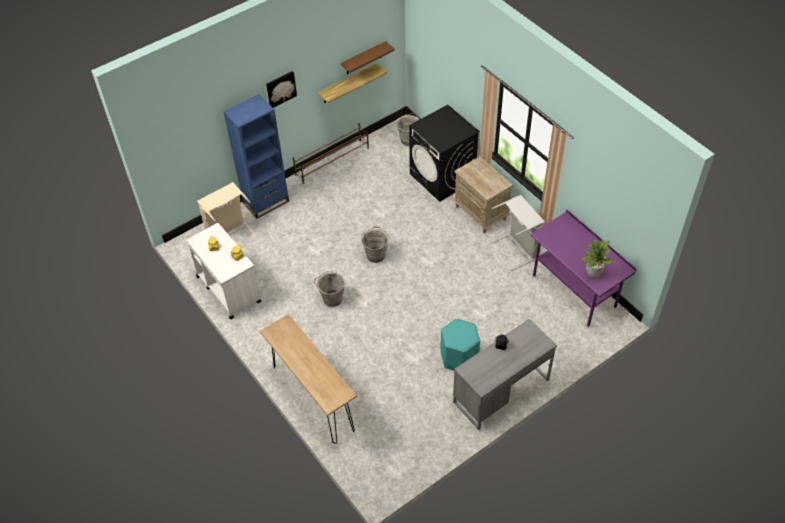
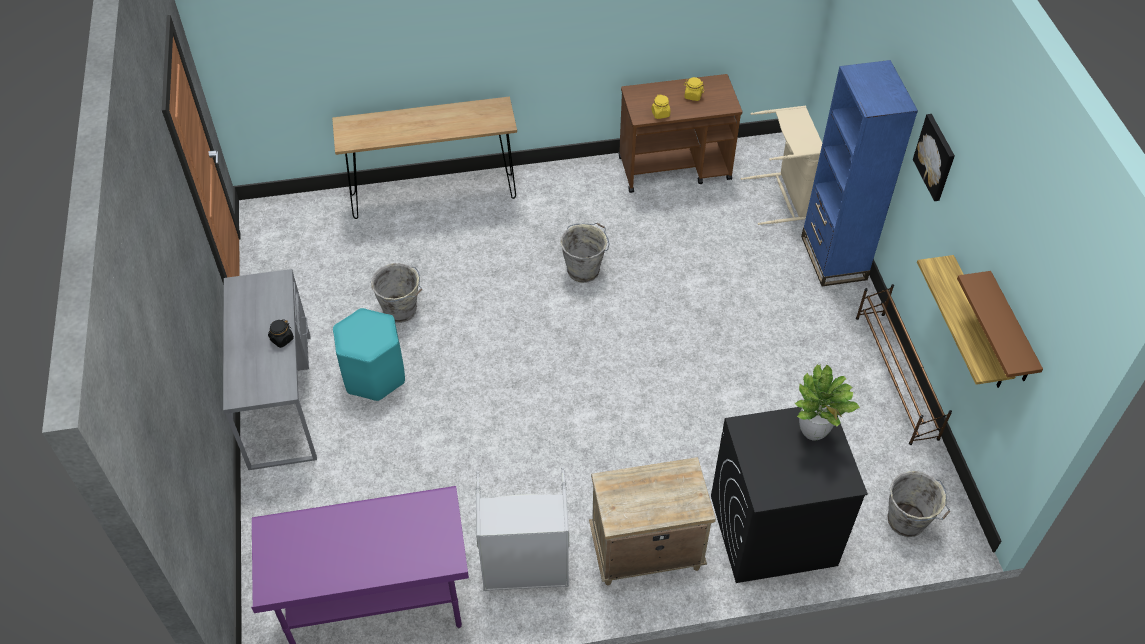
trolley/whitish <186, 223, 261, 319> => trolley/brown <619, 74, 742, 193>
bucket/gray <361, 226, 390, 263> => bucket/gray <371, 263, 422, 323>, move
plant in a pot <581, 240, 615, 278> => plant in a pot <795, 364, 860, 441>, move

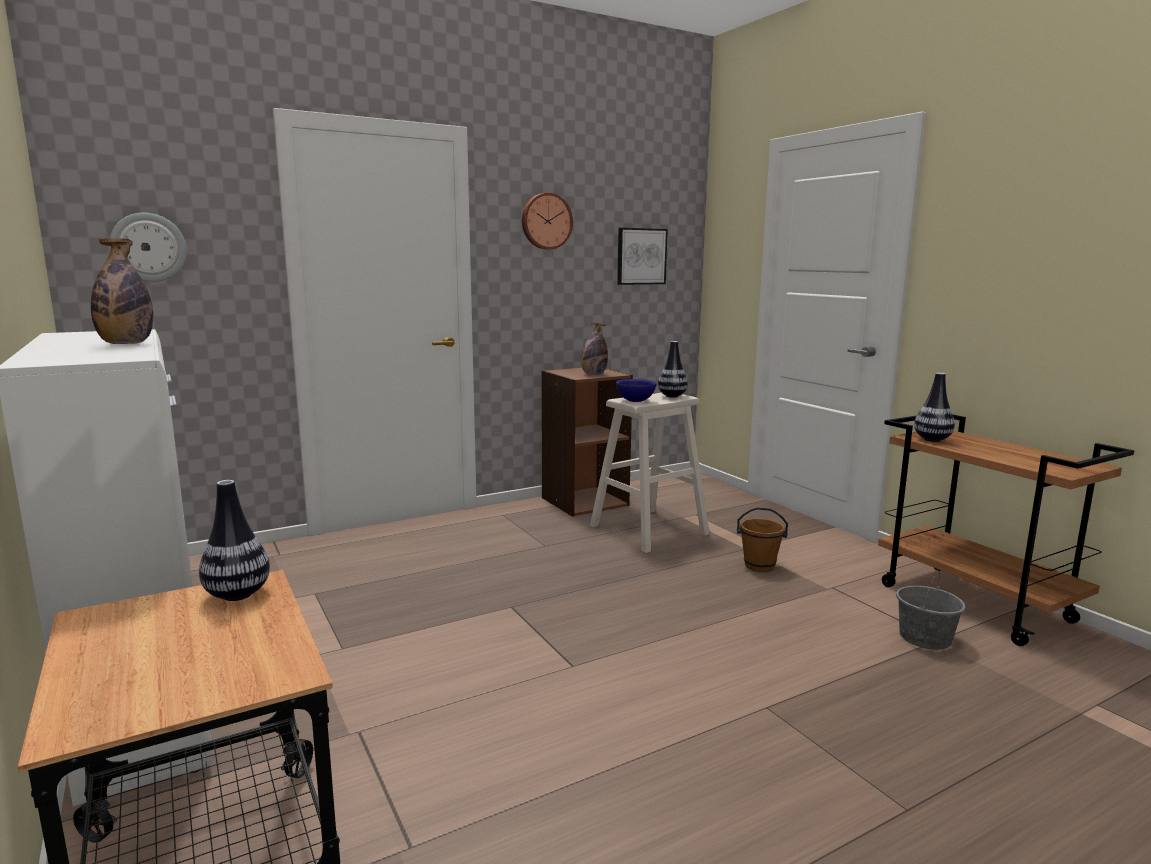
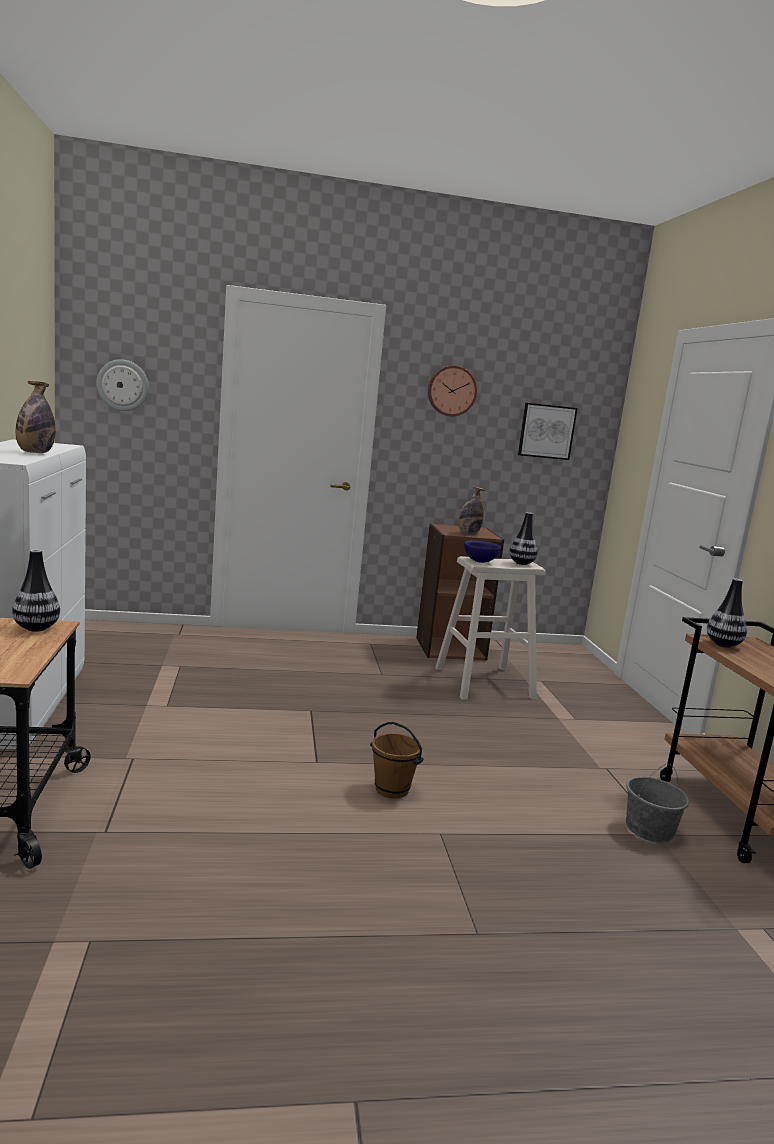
bucket/brown <737, 507, 788, 572> => bucket/brown <370, 722, 424, 799>, move

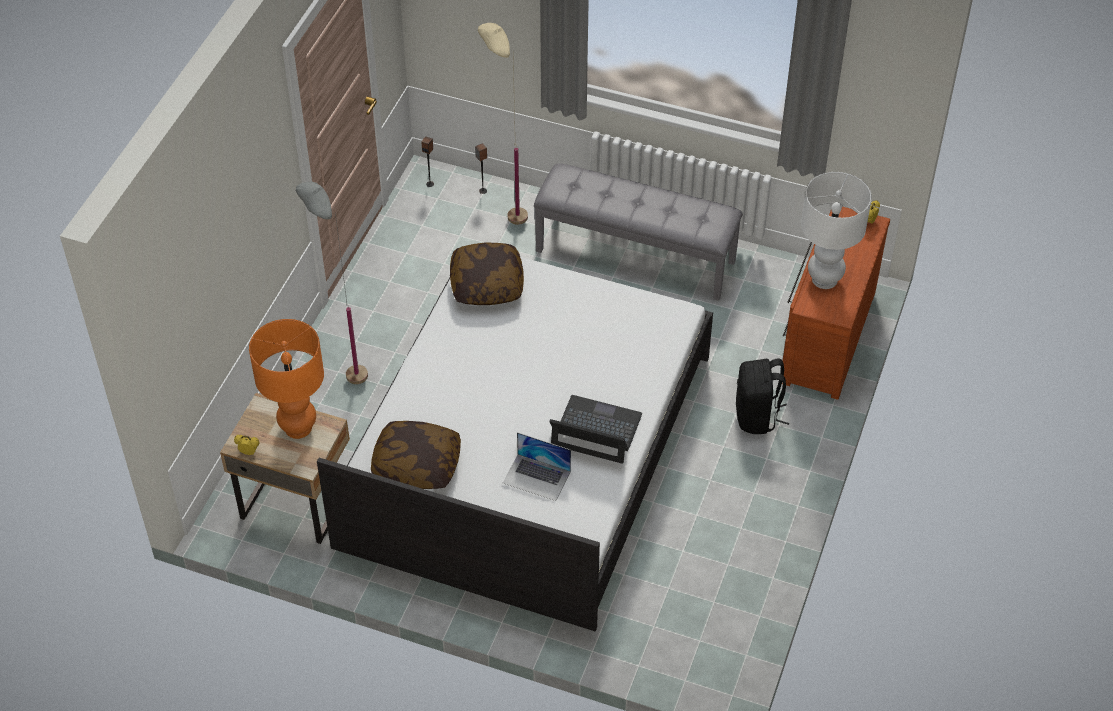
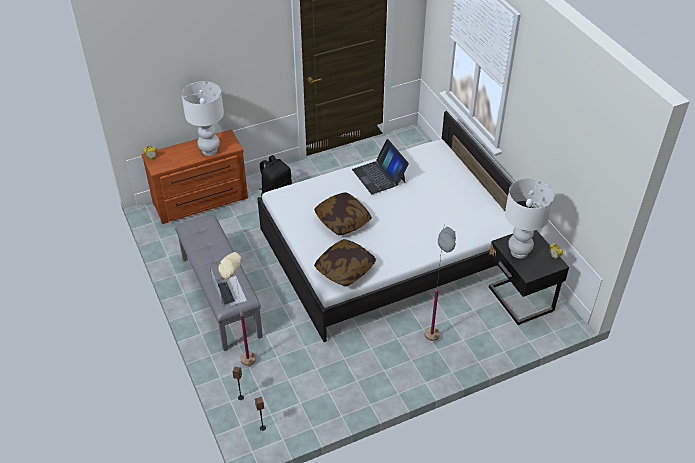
nightstand/sand-coloured <220, 393, 350, 544> => nightstand/blackish <489, 230, 569, 325>
table lamp/orange <249, 319, 324, 439> => table lamp/whitish <505, 179, 554, 259>
throw pillow <371, 421, 461, 489> => throw pillow <314, 192, 372, 235>, move
laptop <503, 432, 571, 501> => laptop <210, 268, 247, 308>, move

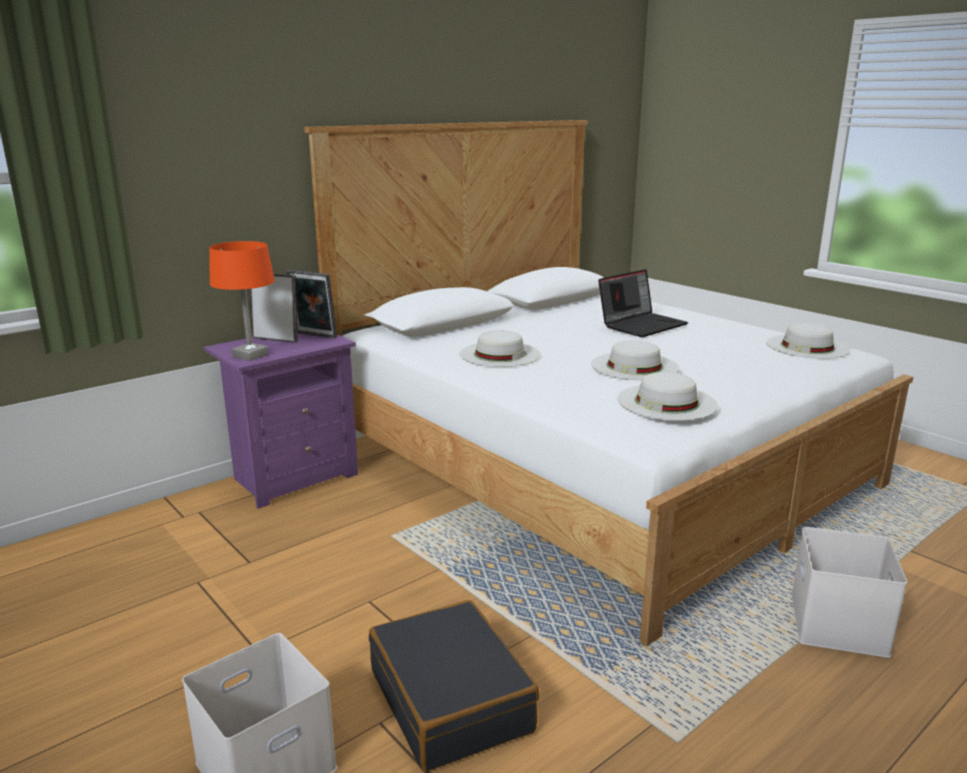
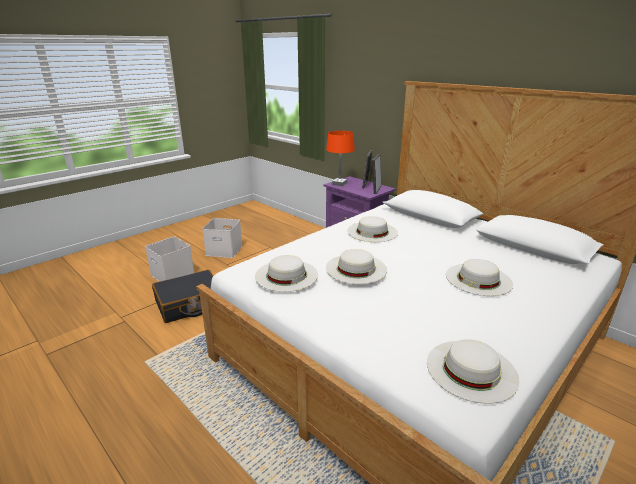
laptop <598, 269, 688, 337> => hat/whitish <446, 259, 513, 296>
storage box/whitish <792, 527, 907, 658> => storage box/whitish <202, 218, 242, 258>, move

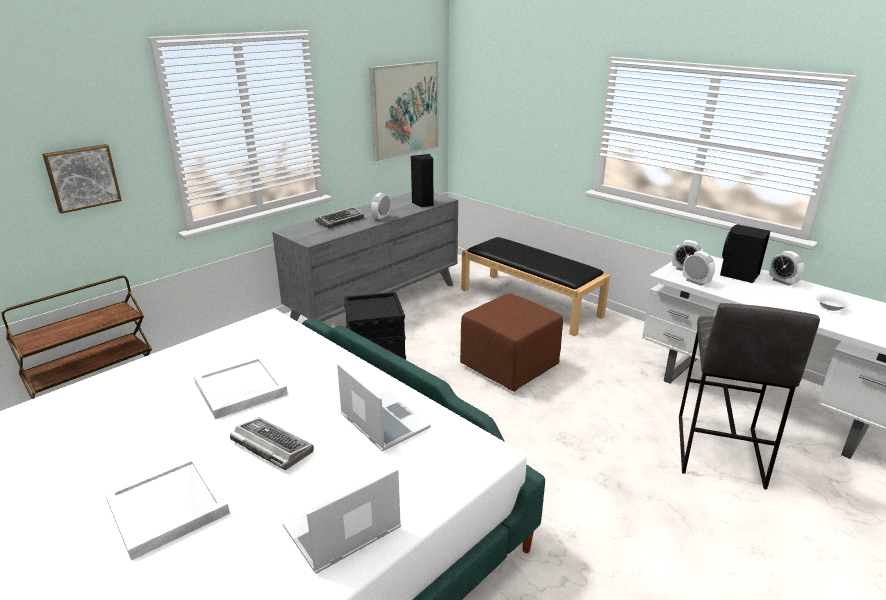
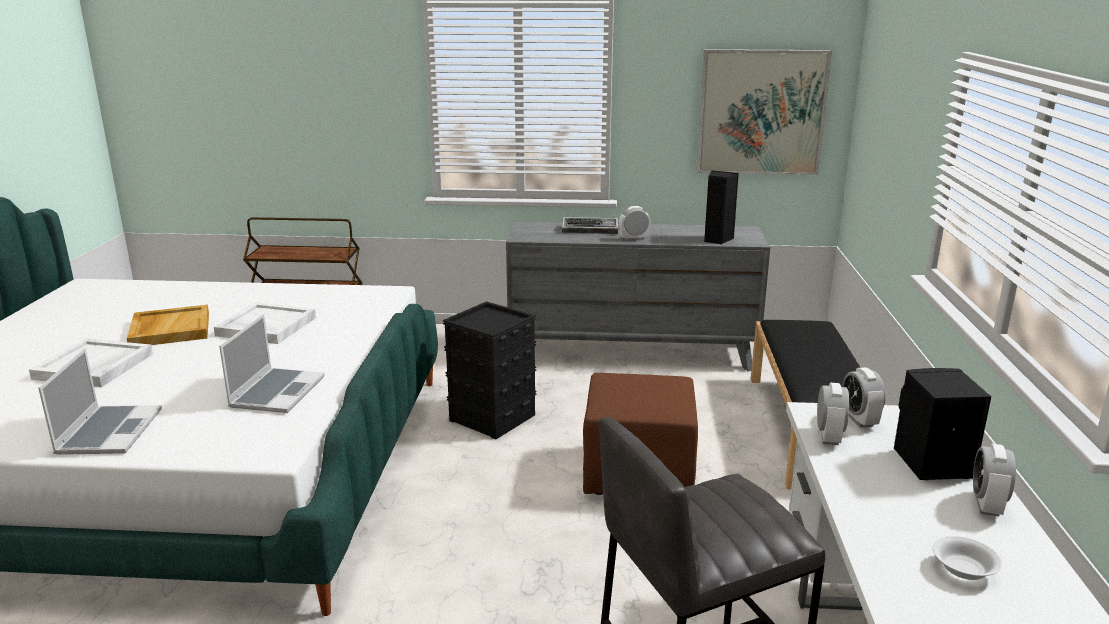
wall picture <42, 144, 122, 214> => nothing
PC keyboard <230, 417, 314, 470> => nothing
laptop <283, 468, 401, 574> => laptop <38, 348, 162, 455>, 75 degrees clockwise
nothing => carrying tray/sand-coloured <127, 305, 209, 345>

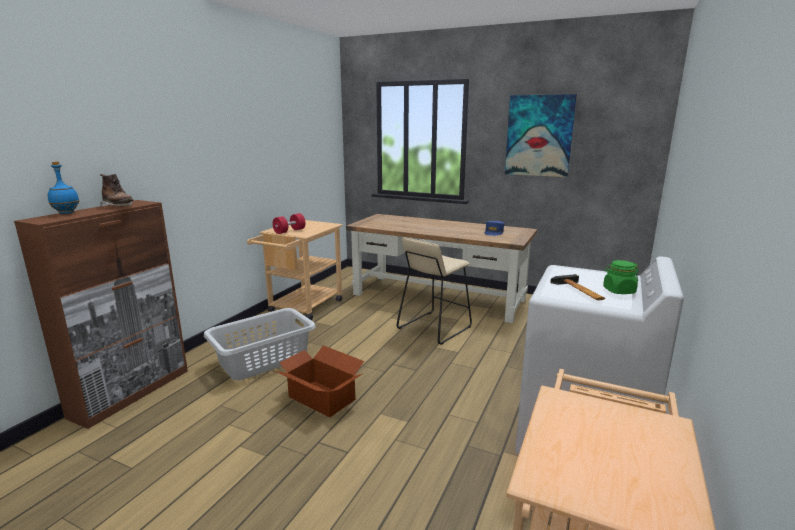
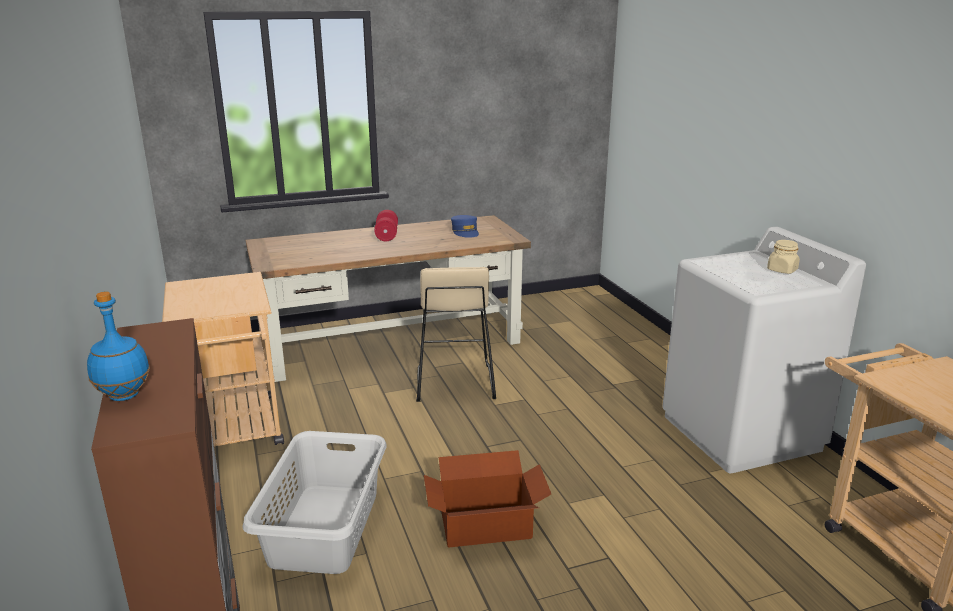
high-top boot/brown <100, 174, 134, 207> => nothing
dumbbell/red-coloured <272, 213, 306, 234> => dumbbell/red-coloured <374, 210, 398, 241>, move
wall picture <505, 94, 577, 177> => nothing
hand hammer <550, 274, 605, 300> => nothing
preserve jar/greenish <603, 260, 639, 294> => preserve jar/sand-coloured <767, 240, 800, 274>

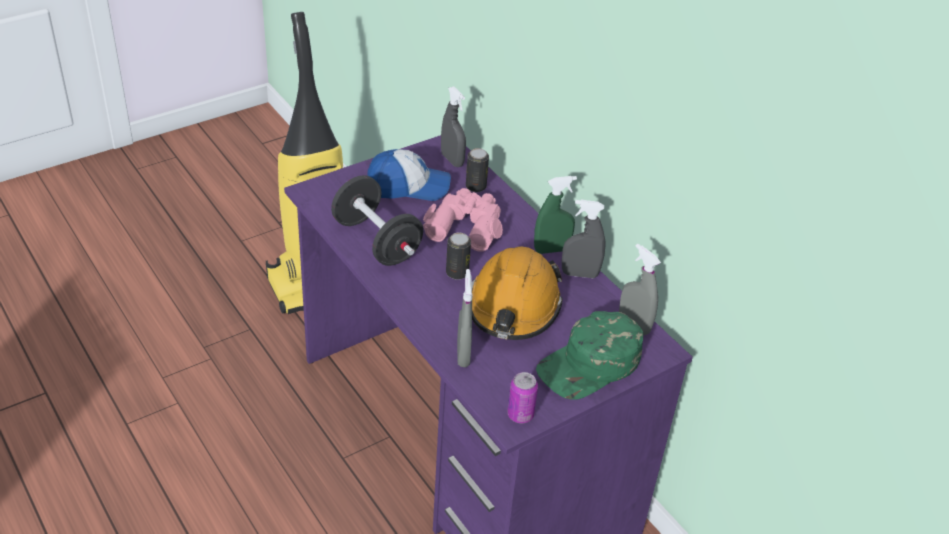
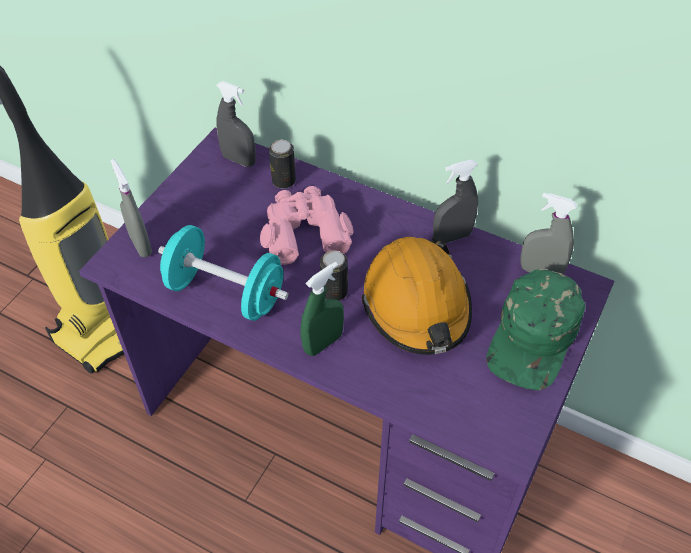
dumbbell/blackish <331, 175, 423, 266> => dumbbell/blue-green <158, 225, 289, 321>
peaked cap <367, 149, 451, 201> => nothing
sprayer/gray <457, 269, 473, 367> => sprayer/gray <111, 159, 152, 257>, move
sealed can <507, 372, 538, 423> => nothing
sprayer/greenish <534, 176, 577, 254> => sprayer/greenish <300, 262, 344, 356>, move

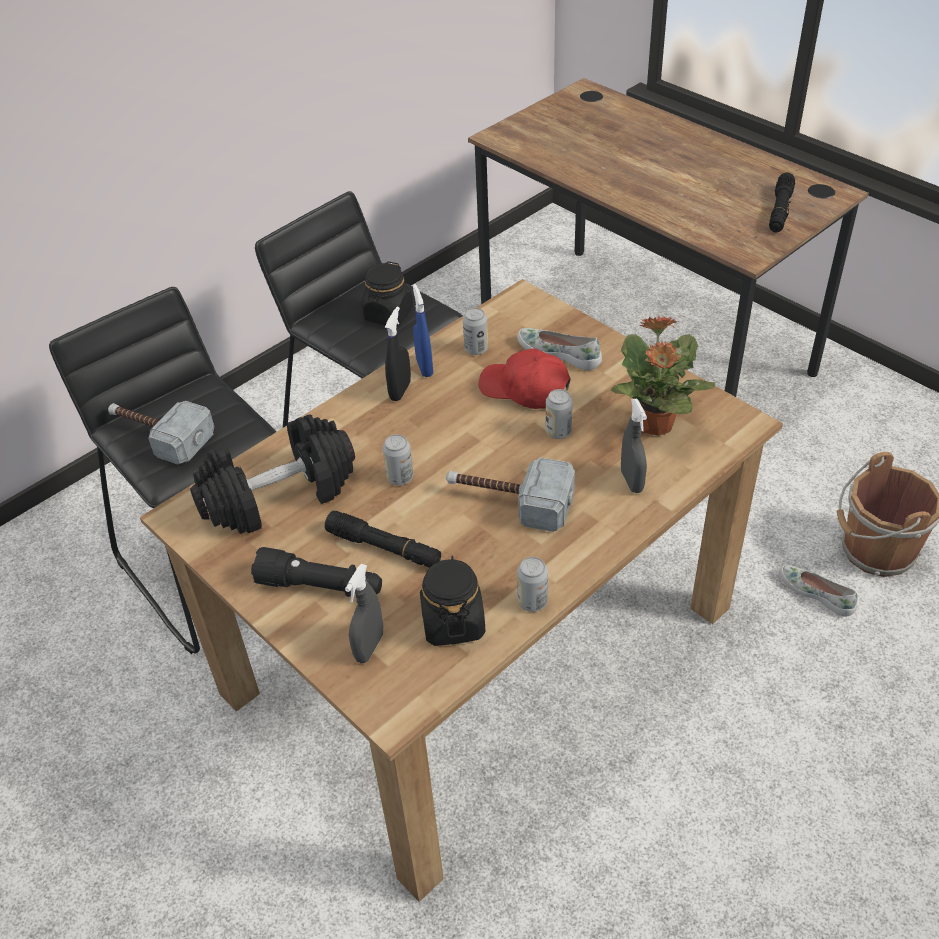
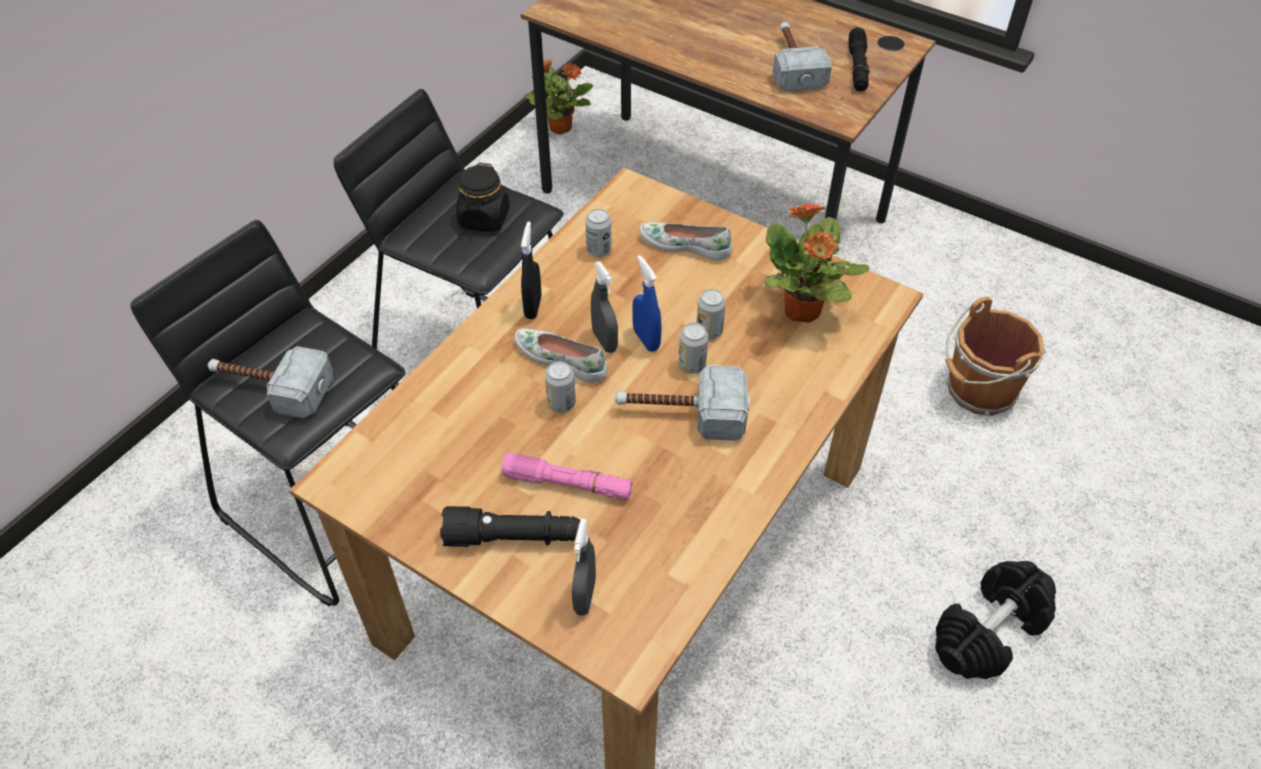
dumbbell/blackish <190, 415, 355, 534> => dumbbell/blackish <935, 561, 1056, 679>, move
hand torch/blackish <325, 511, 441, 568> => hand torch/pink <501, 452, 632, 500>
sprayer/blue-coloured <413, 284, 433, 377> => sprayer/blue-coloured <632, 255, 661, 352>, move
preserve jar/blackish <420, 556, 486, 646> => nothing
peaked cap/red-coloured <479, 348, 571, 409> => nothing
sealed can <517, 557, 548, 612> => sealed can <679, 323, 708, 374>, move
sprayer/gray <621, 398, 647, 493> => sprayer/gray <591, 261, 618, 353>, move
item of footwear/whitish <779, 564, 858, 617> => item of footwear/whitish <514, 328, 608, 383>, move
nothing => plant in a pot <524, 59, 593, 134>
nothing => hand hammer <773, 22, 832, 91>

